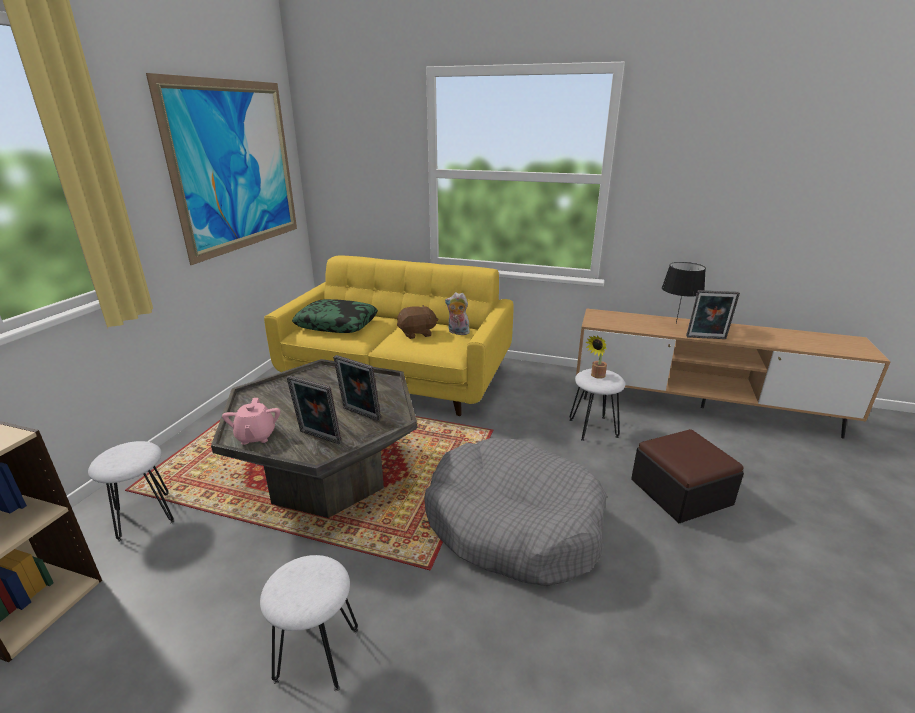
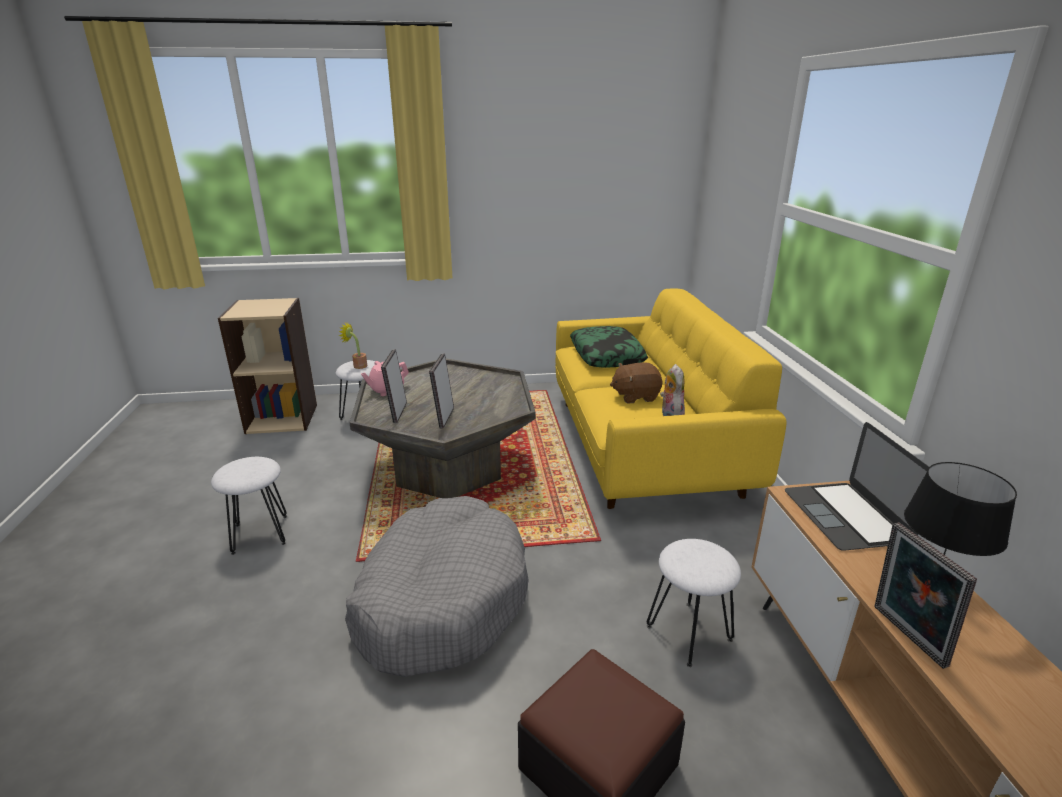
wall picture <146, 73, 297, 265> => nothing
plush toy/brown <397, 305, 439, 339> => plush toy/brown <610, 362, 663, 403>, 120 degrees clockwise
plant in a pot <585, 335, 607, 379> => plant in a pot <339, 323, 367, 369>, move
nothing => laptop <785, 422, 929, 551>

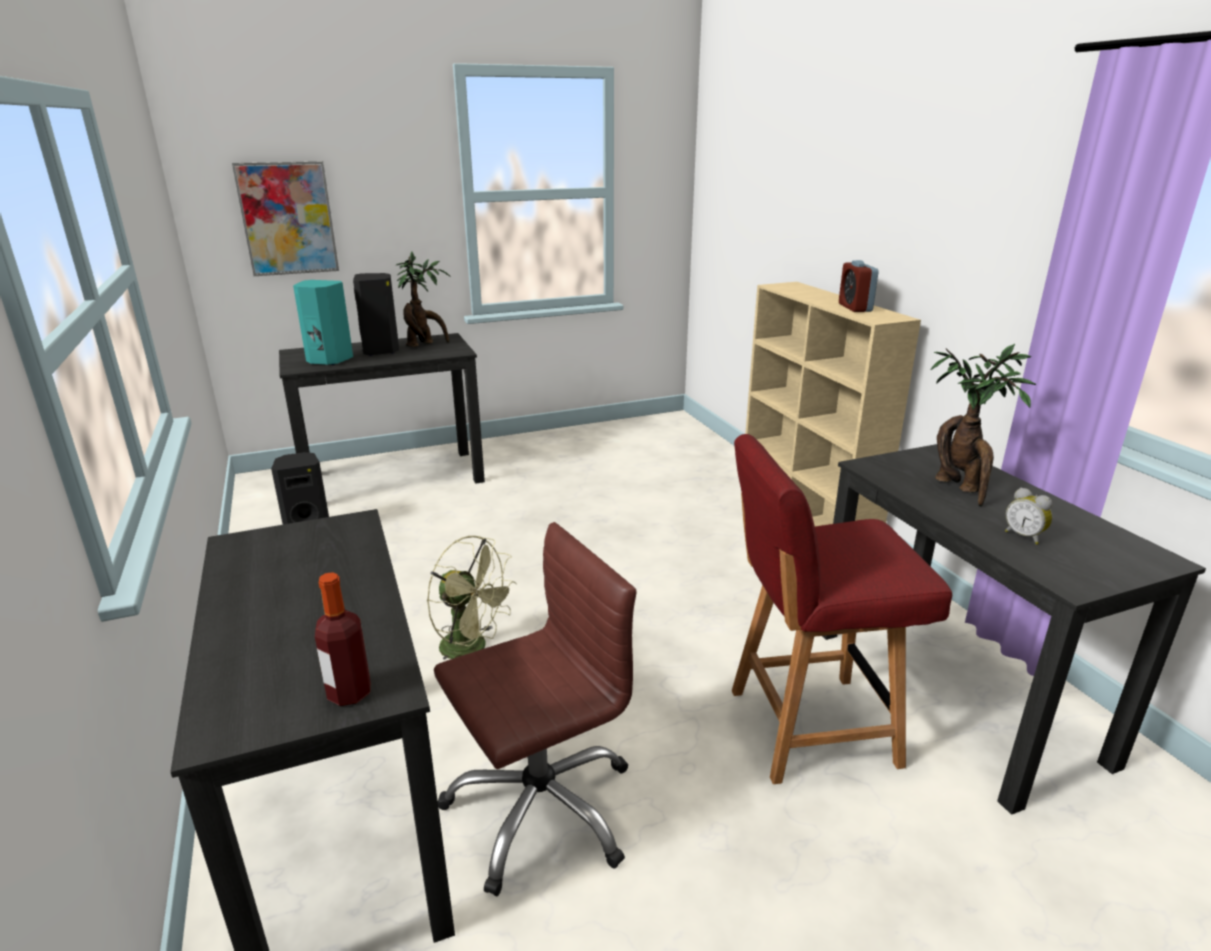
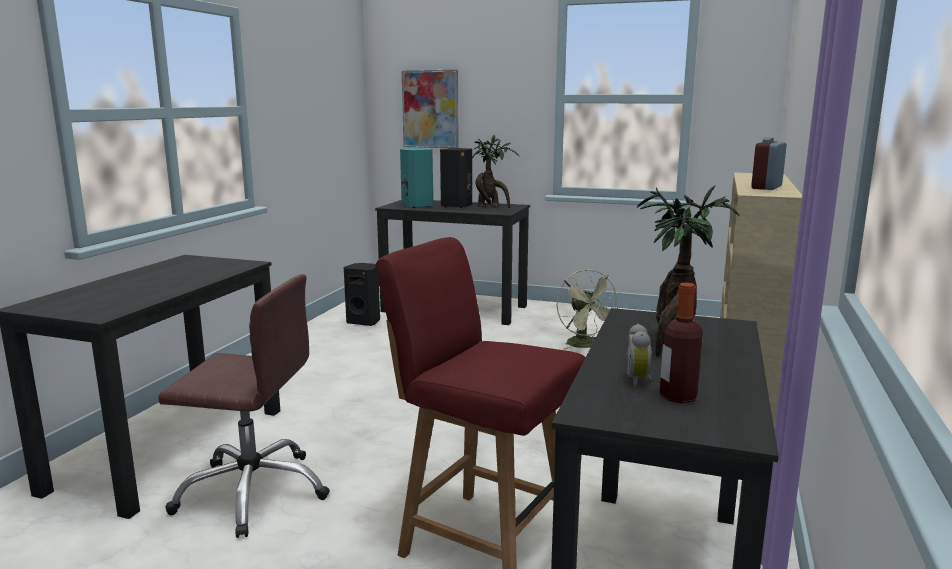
beverage bottle <315, 572, 370, 706> => beverage bottle <659, 282, 703, 403>, move
fan/greenish <427, 536, 517, 659> => fan/greenish <557, 269, 621, 350>, move

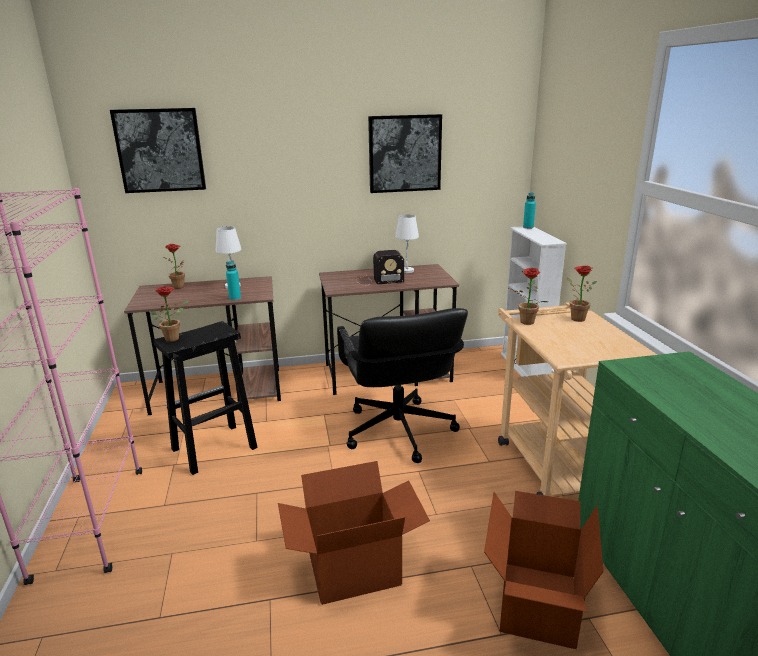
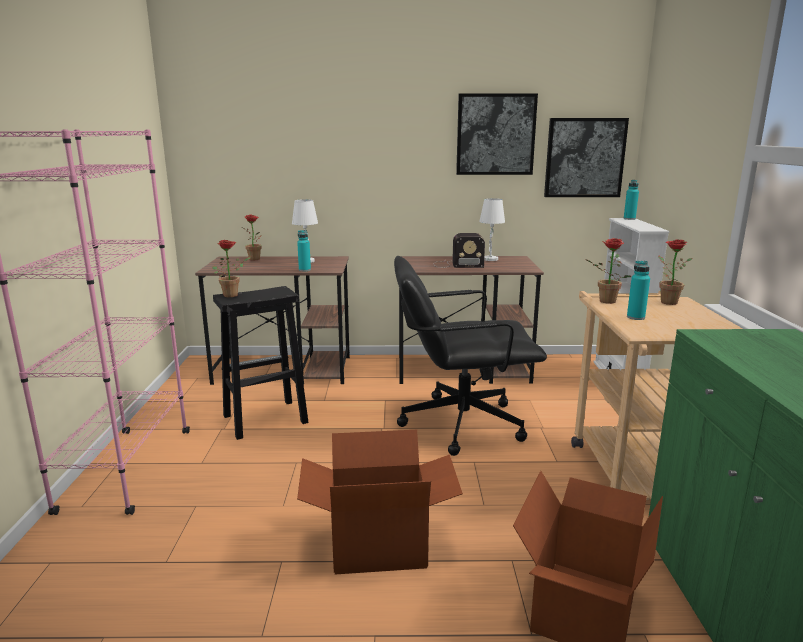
wall picture <110, 108, 206, 193> => wall picture <544, 118, 629, 197>, move
office chair/blackish <337, 308, 468, 463> => office chair/blackish <394, 256, 547, 456>, 90 degrees clockwise
nothing => beverage bottle/blue-green <627, 261, 650, 320>

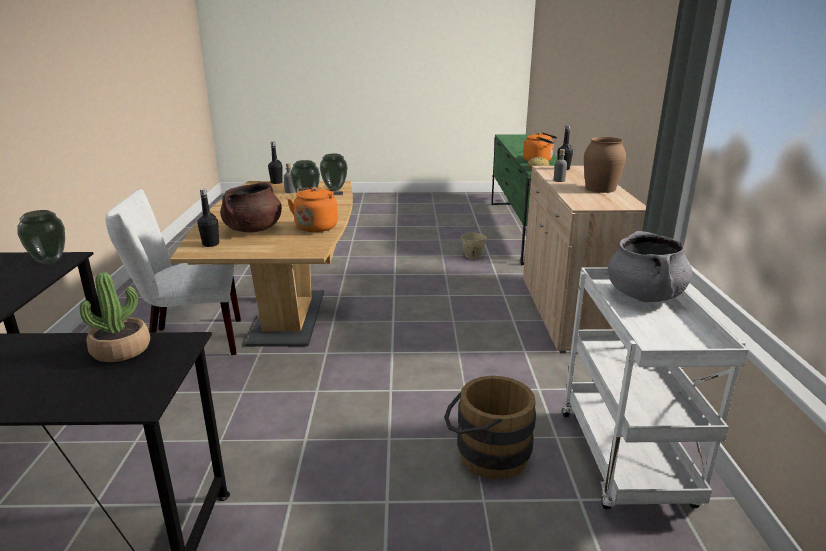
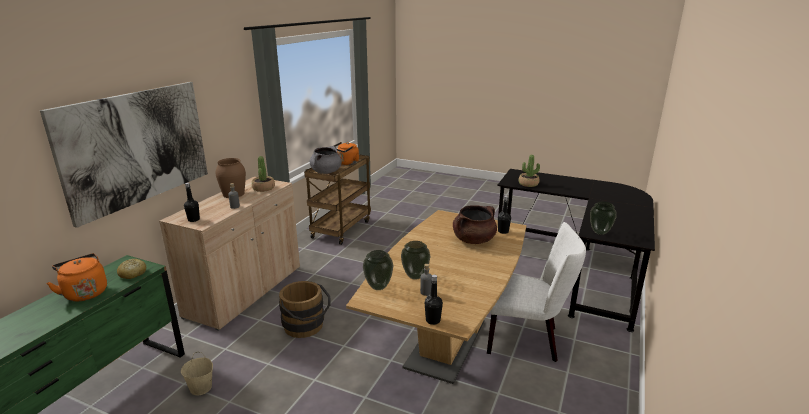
water kettle/orange <287, 187, 343, 232> => water kettle/orange <334, 142, 359, 165>, move
bucket/brown <444, 376, 536, 479> => bucket/brown <279, 281, 330, 338>, move
trolley/whitish <562, 267, 749, 509> => trolley/brown <304, 155, 371, 245>
nothing => wall picture <40, 82, 208, 228>
nothing => plant in a pot <252, 156, 275, 192>

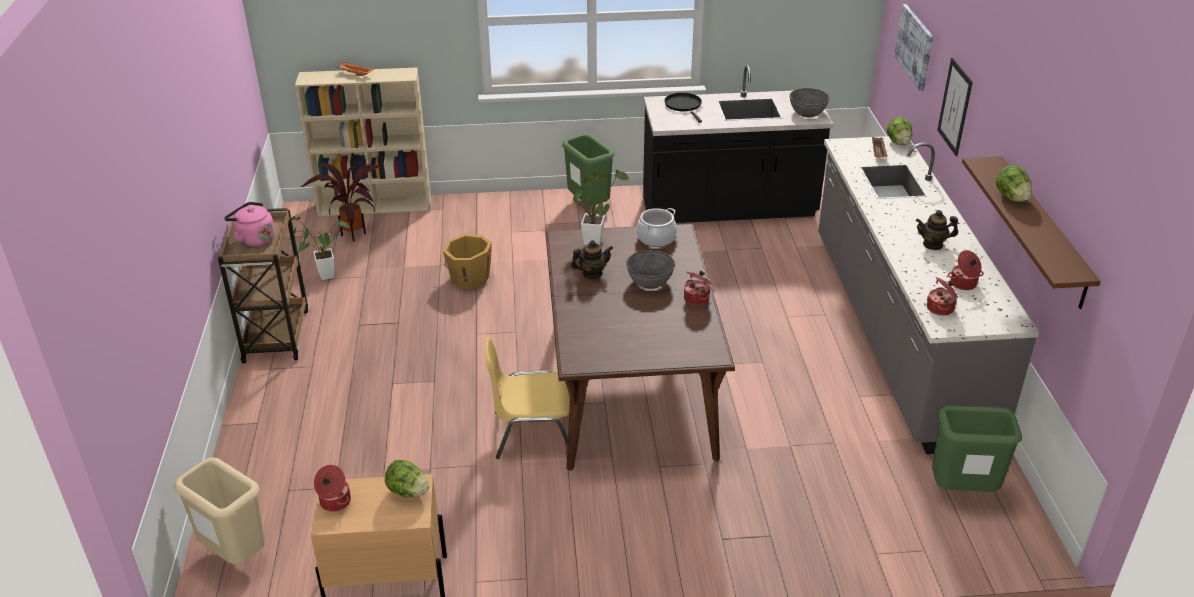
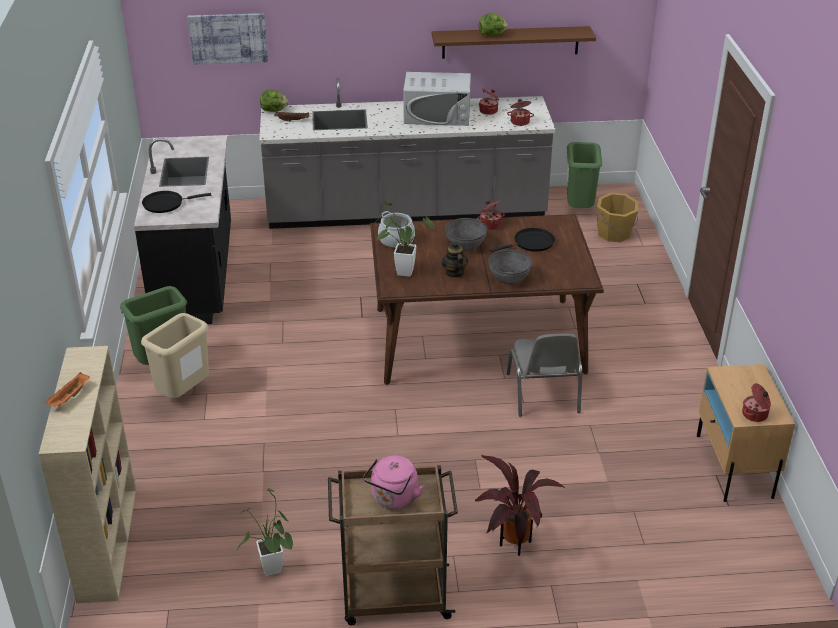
rubbish bin/sand-coloured <174, 458, 265, 564> => rubbish bin/sand-coloured <141, 313, 209, 398>, move
plant in a pot <300, 162, 382, 241> => plant in a pot <475, 455, 565, 556>, move
head of lettuce <385, 460, 429, 498> => nothing
bucket/orange <443, 234, 492, 289> => bucket/orange <597, 192, 639, 242>, move
upright chair/yellow-coloured <485, 337, 570, 459> => upright chair/gray <507, 334, 582, 417>
serving bowl/gray <789, 88, 830, 117> => serving bowl/gray <488, 249, 533, 284>, move
teapot <916, 210, 958, 250> => microwave/whitish <403, 72, 471, 126>
wall picture <937, 58, 973, 156> => nothing
nothing => pan/blackish <489, 228, 555, 252>

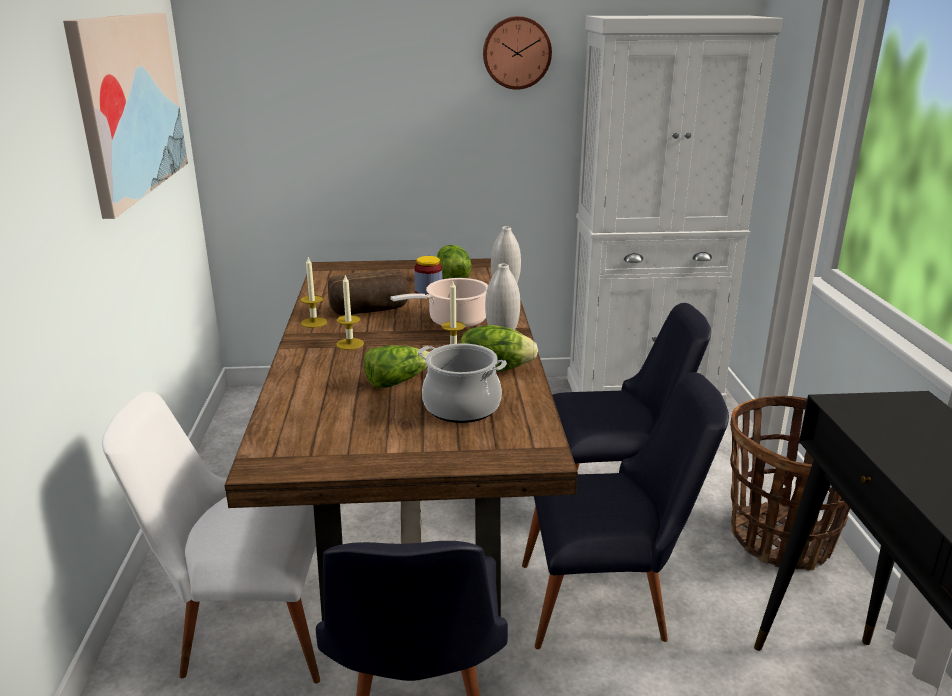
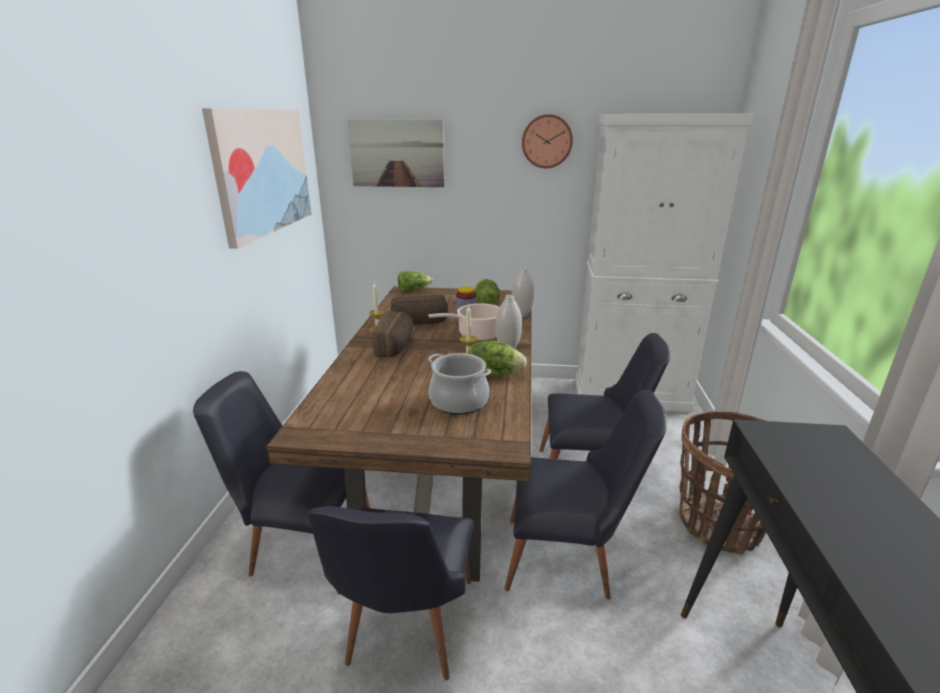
upright chair/whitish <102, 392, 320, 684> => upright chair/blackish <193, 371, 370, 594>
wax candle <336, 275, 364, 350> => baked bread <372, 311, 414, 357>
head of lettuce <364, 345, 429, 388> => head of lettuce <398, 271, 433, 292>, move
nothing => wall picture <348, 119, 445, 187>

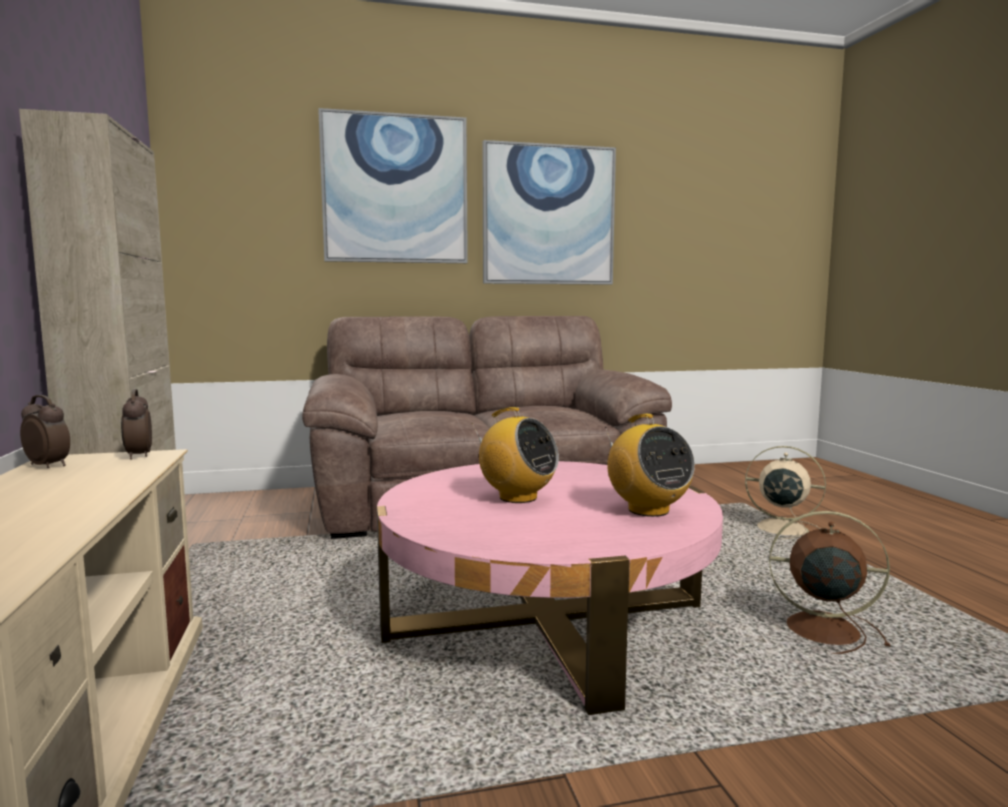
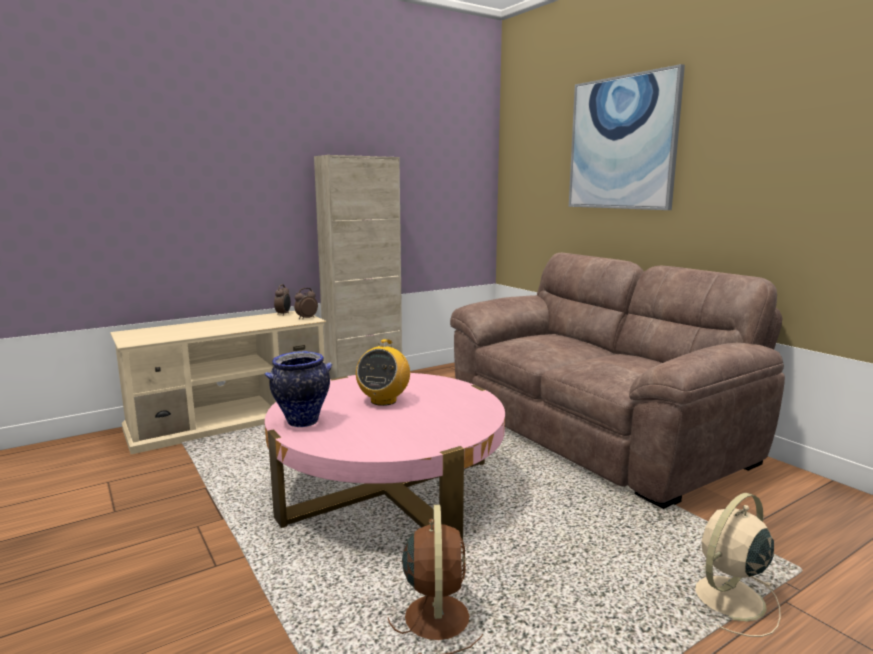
wall picture <482, 140, 616, 285> => nothing
radio <605, 414, 695, 517> => nothing
fan/sand-coloured <745, 446, 826, 539> => fan/sand-coloured <695, 493, 781, 637>, 135 degrees counterclockwise
nothing => decorative vase <264, 351, 332, 427>

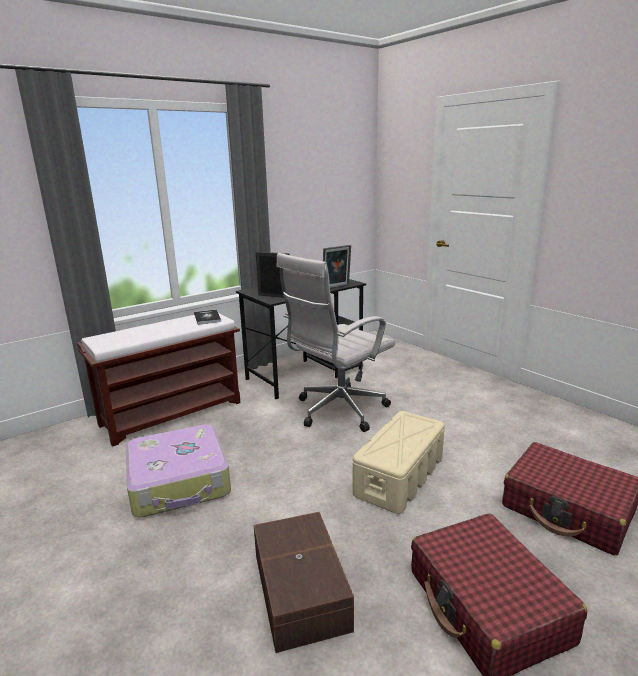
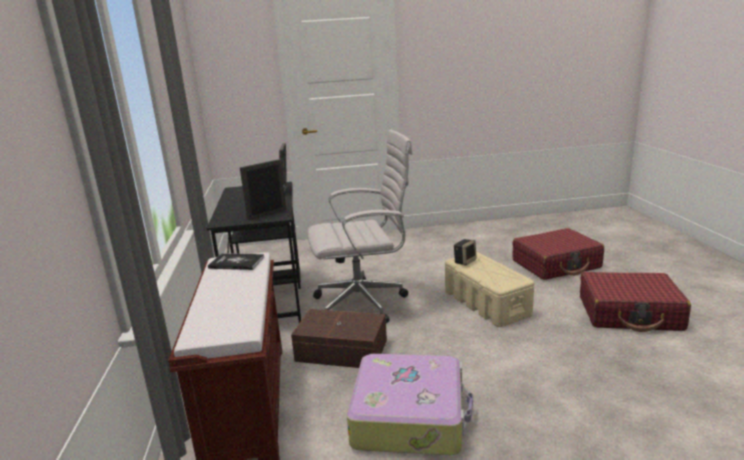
storage box/brown <254, 512, 354, 653> => storage box/brown <291, 309, 387, 368>, move
office chair/whitish <276, 253, 395, 432> => office chair/whitish <307, 129, 413, 323>, 90 degrees counterclockwise
nothing => speaker <454, 239, 477, 265>

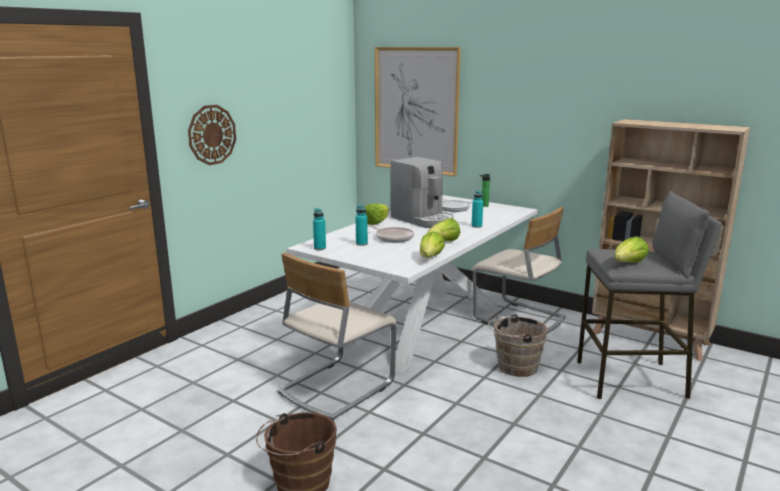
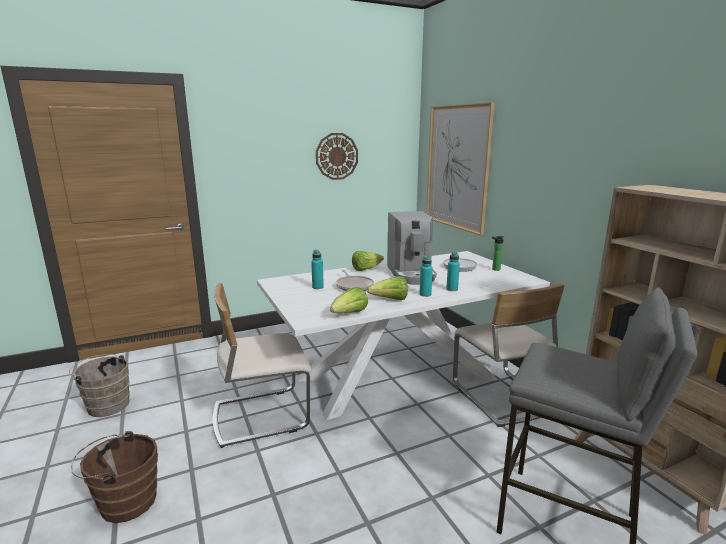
wall clock <188, 105, 236, 165> => wall clock <316, 133, 358, 180>, move
beverage bottle/blue-green <313, 208, 326, 250> => beverage bottle/blue-green <419, 255, 433, 297>, move
bucket/brown <488, 314, 548, 377> => bucket/brown <69, 354, 130, 417>, move
head of lettuce <614, 237, 649, 262> => nothing

